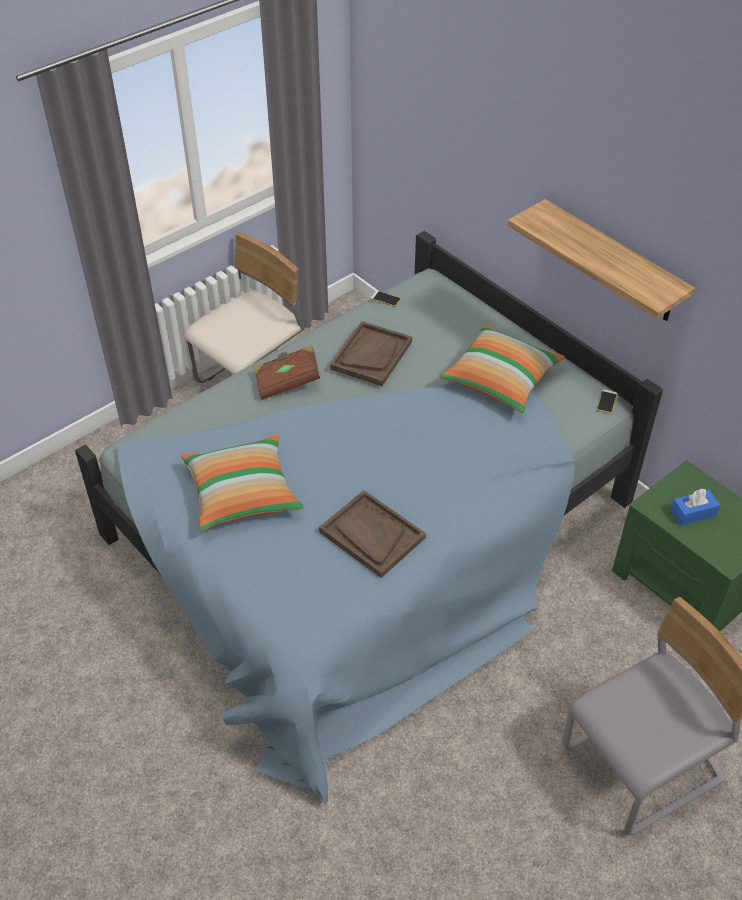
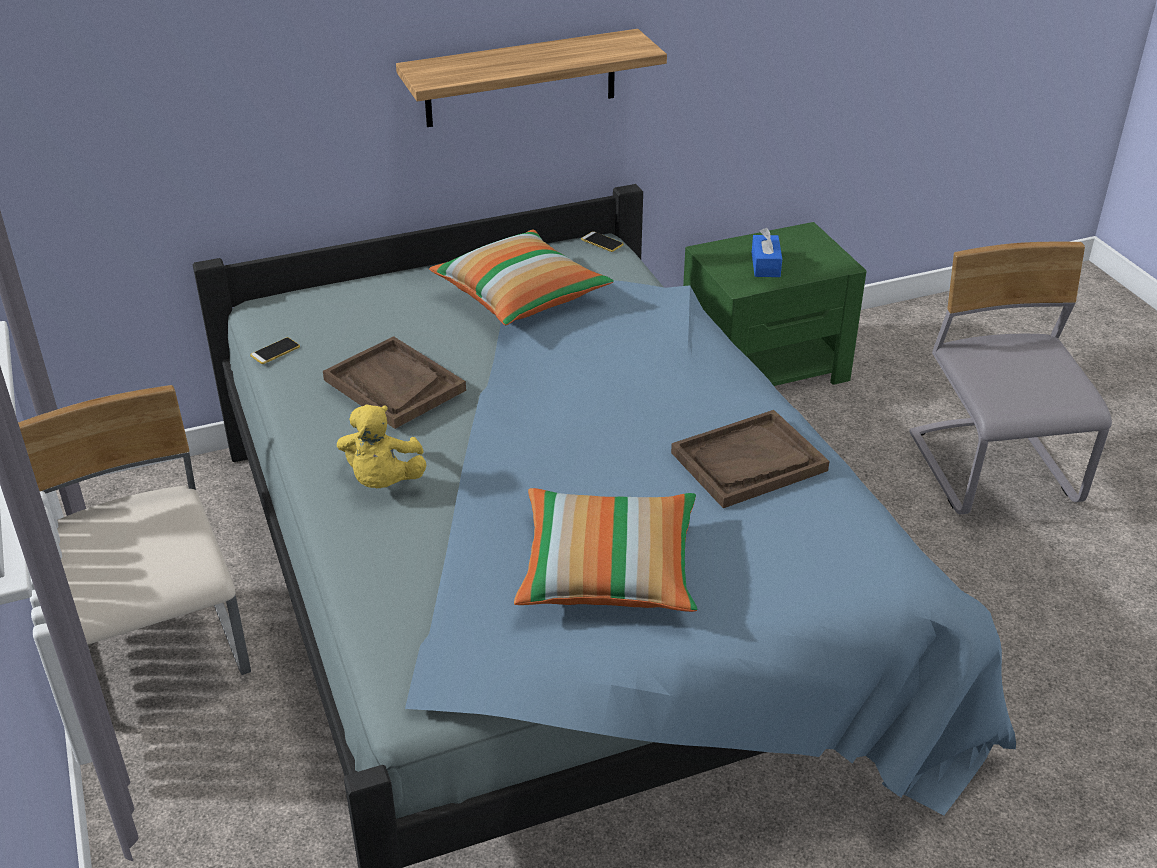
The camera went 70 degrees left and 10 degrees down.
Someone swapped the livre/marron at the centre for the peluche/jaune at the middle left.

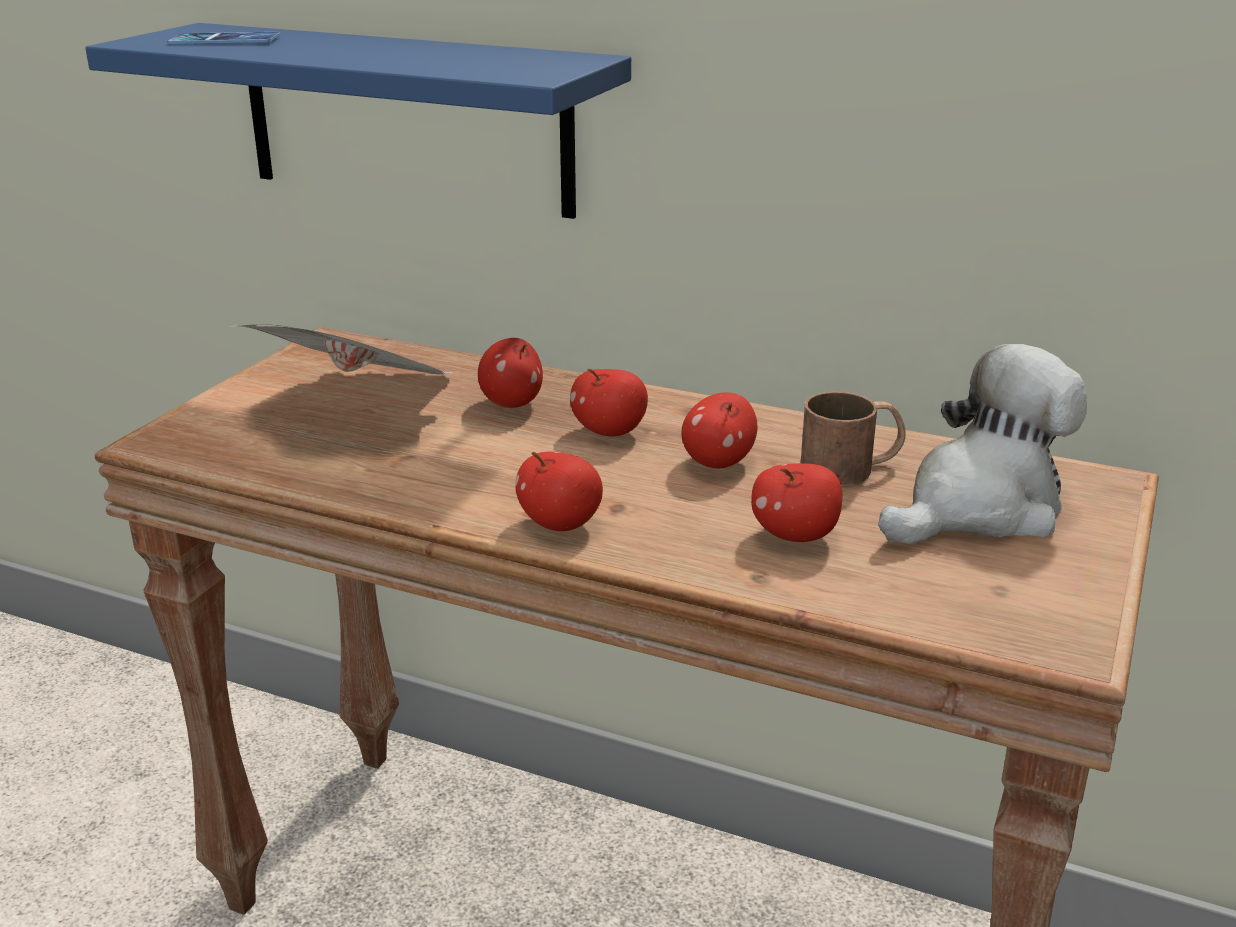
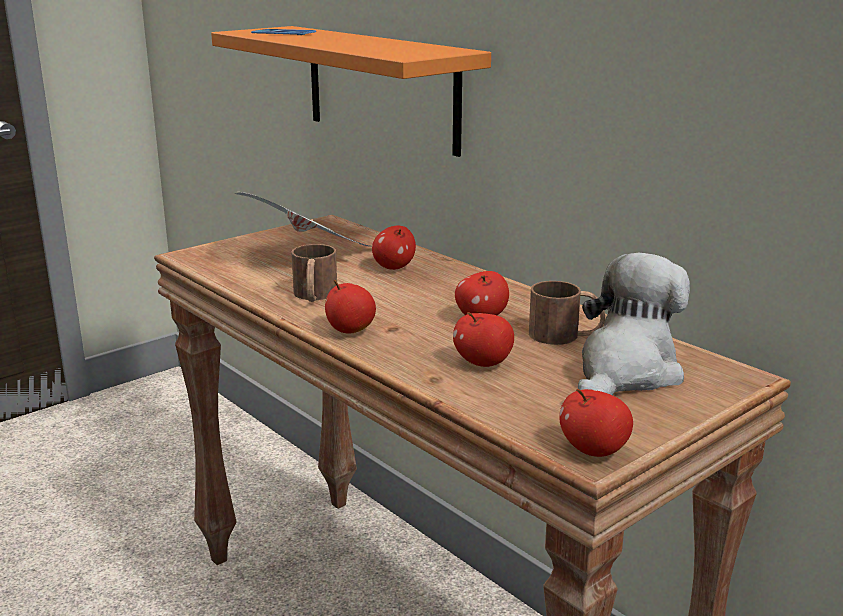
The camera went 25 degrees right and 5 degrees down.
Someone put down the mug/marron (no. 1 from left) at the centre.
Someone carried the pomme (no. 3 from left in the first image) from the centre to the bottom right.
Someone repainted the étagère/bleu at the top left, which became the étagère/orange at the top centre.
Someone rotated the peluche at the middle right by 45 degrees counterclockwise.

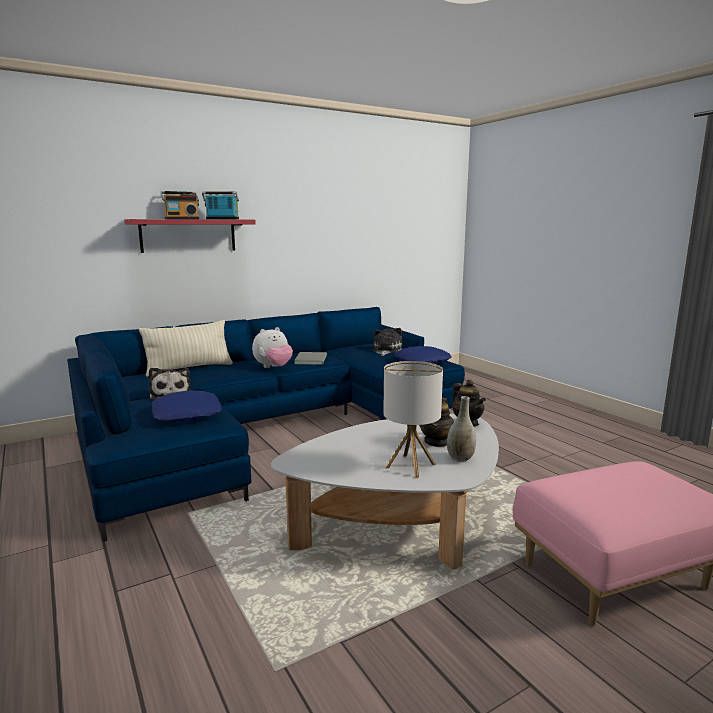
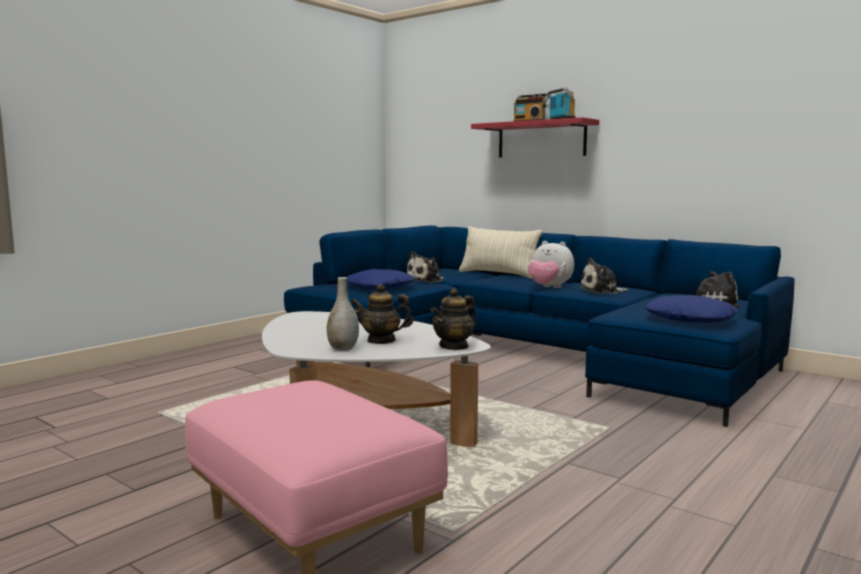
The camera went 70 degrees right and 5 degrees down.
Someone took away the lampe de table at the centre.
Someone swapped the livre/gris at the centre for the peluche (no. 3 from left) at the middle right.

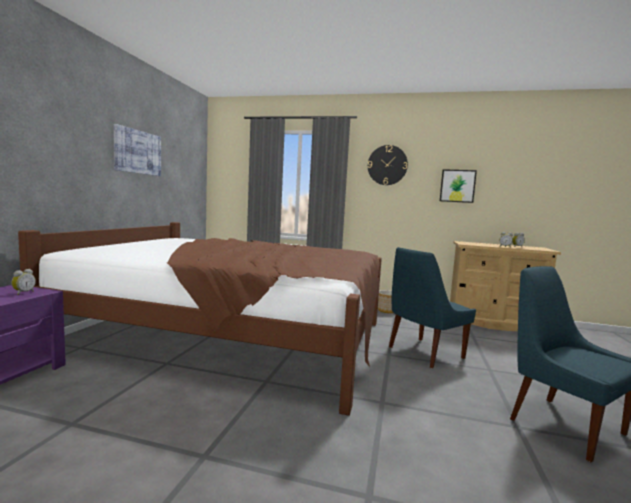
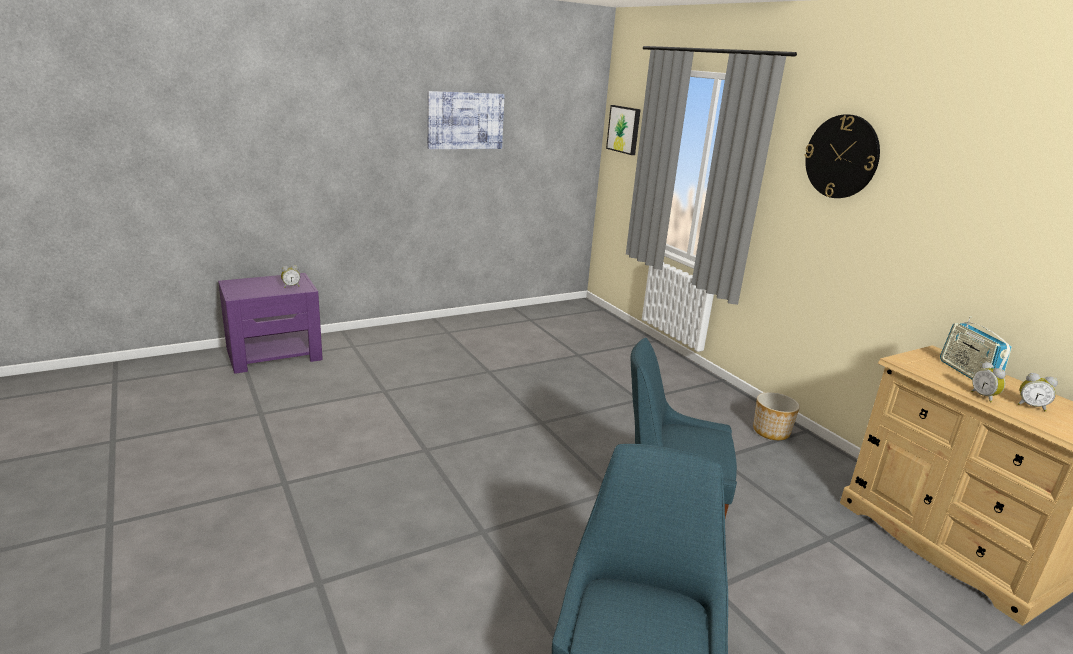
The camera went 45 degrees right and 15 degrees up.
Someone took away the lit/marron at the middle left.
Someone put down the radio at the middle right.
Someone carried the tableau (no. 2 from left) from the middle right to the top centre.

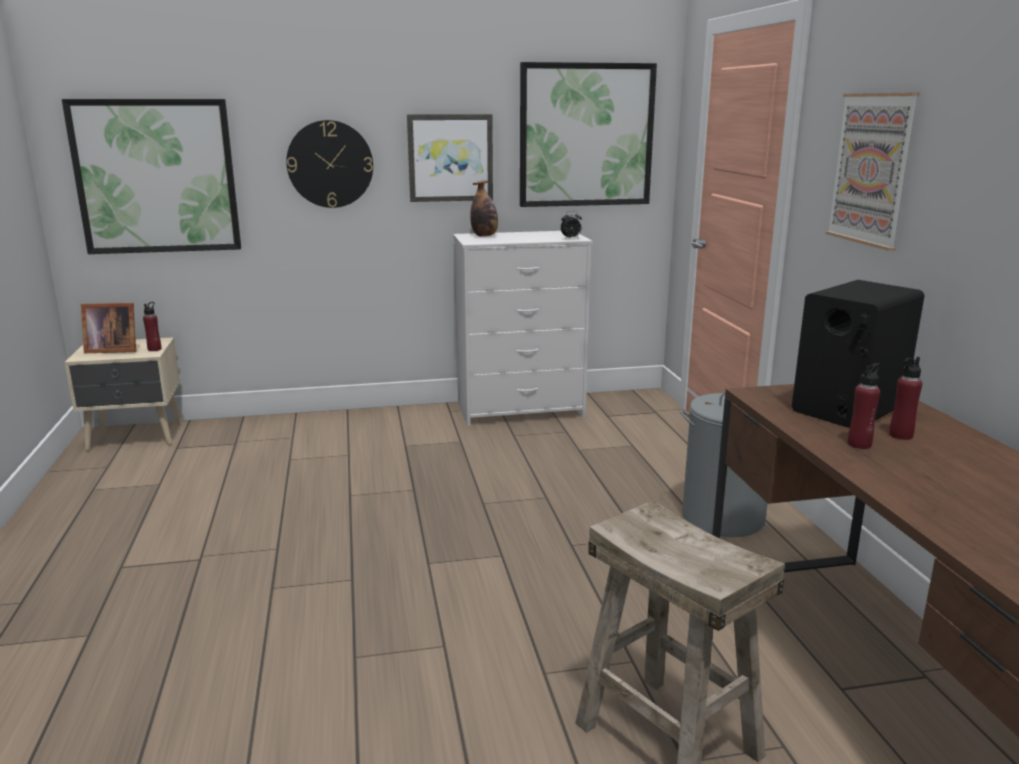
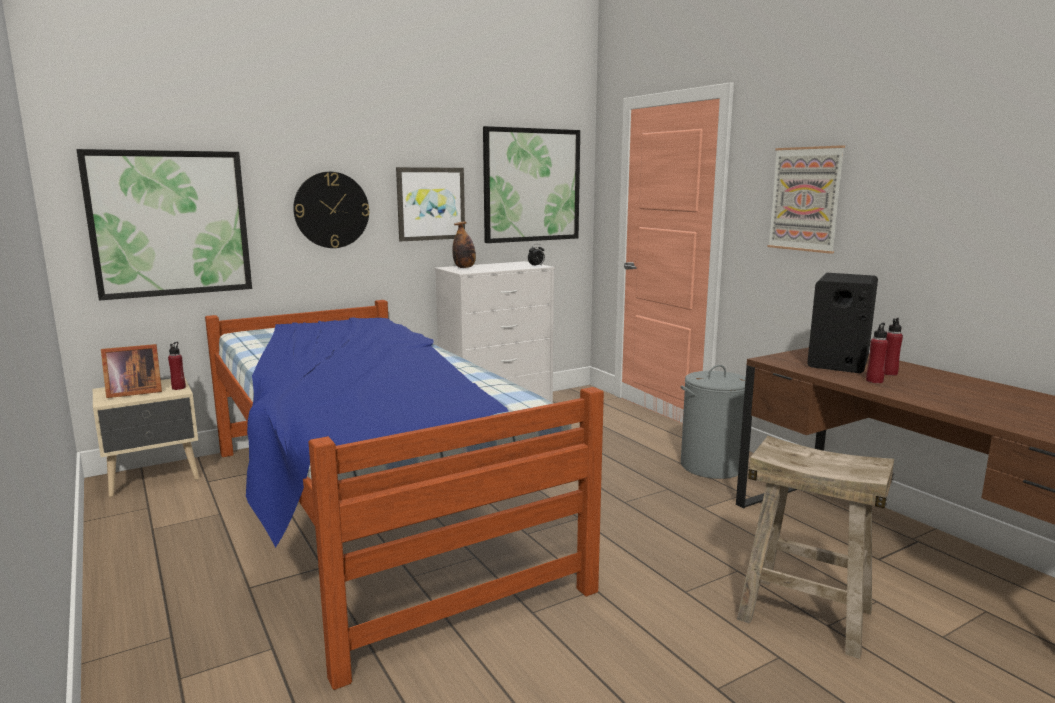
The camera went 20 degrees left and 5 degrees down.
Someone put down the lit at the bottom centre.

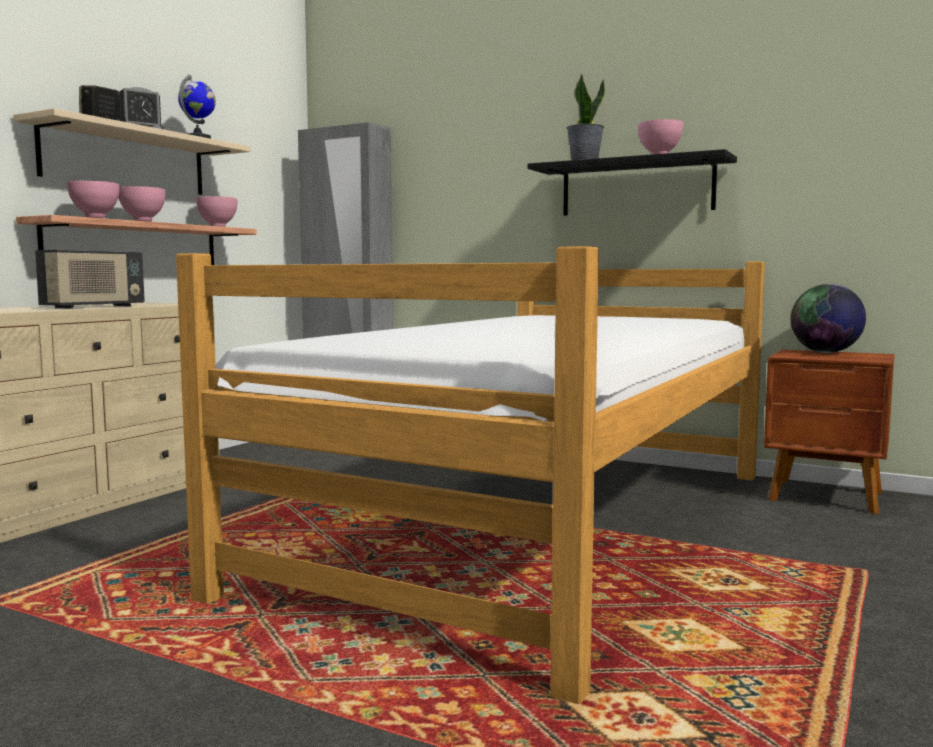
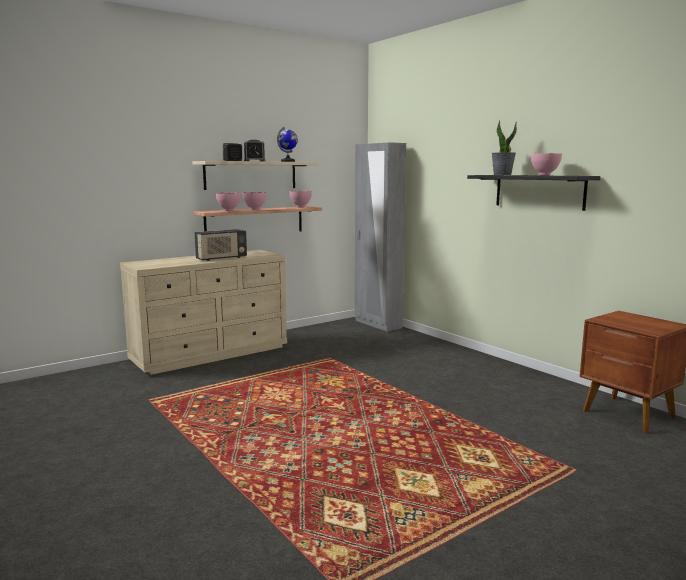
The camera went 25 degrees right and 5 degrees up.
Someone took away the lit at the centre.
Someone took away the globe (no. 2 from left) at the middle right.

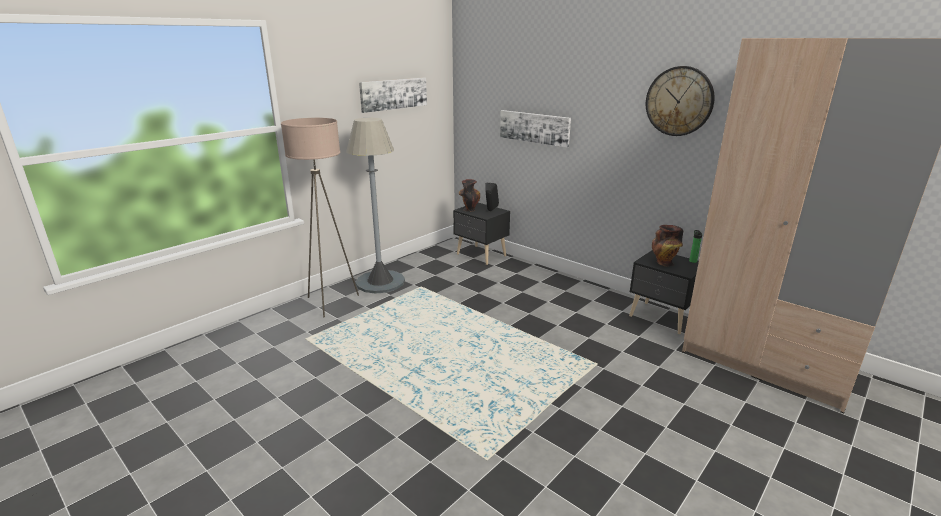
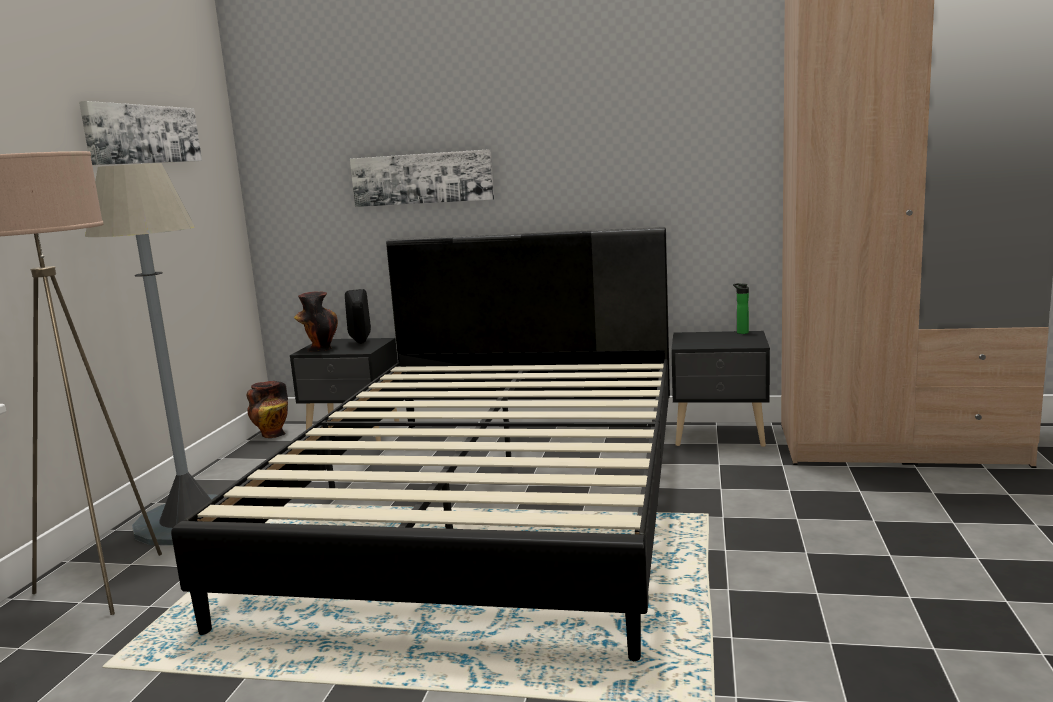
The camera went 30 degrees left and 10 degrees down.
Someone took away the horloge murale at the top right.
Someone put down the lit/noir at the centre.
Someone carried the vase (no. 2 from left in the first image) from the middle right to the middle left.

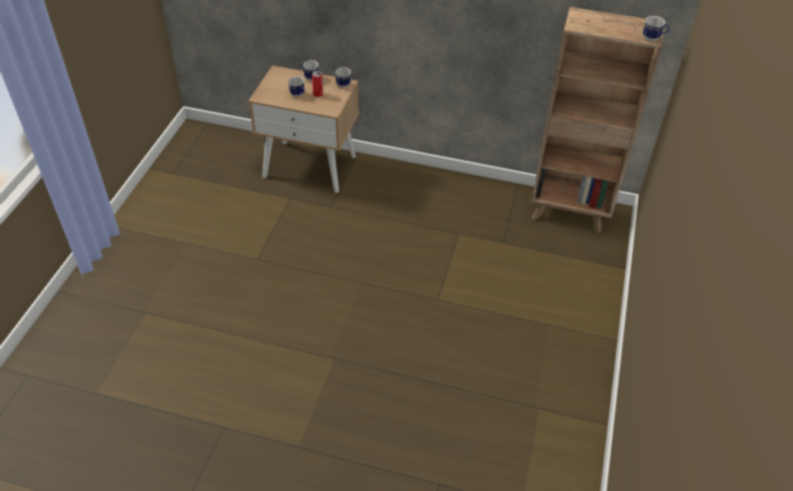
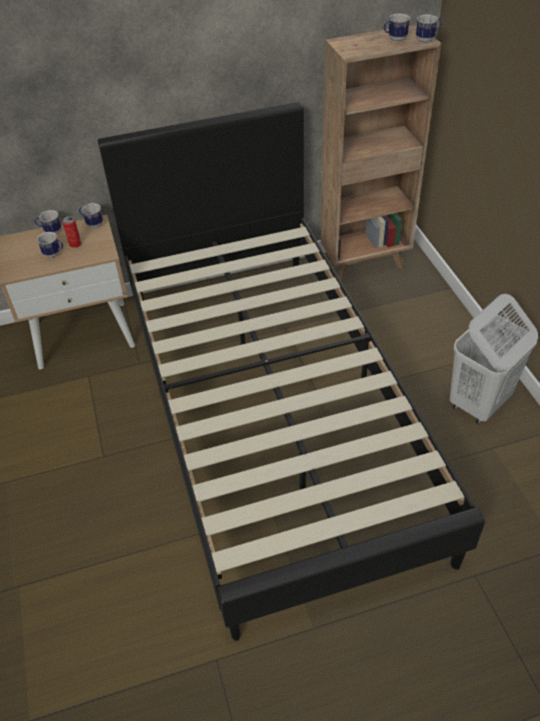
The camera went 30 degrees left and 0 degrees up.
Someone put down the lit/noir at the centre.
Someone put down the mug (no. 4 from left) at the top right.
Someone put down the panier à linge/blanc at the middle right.

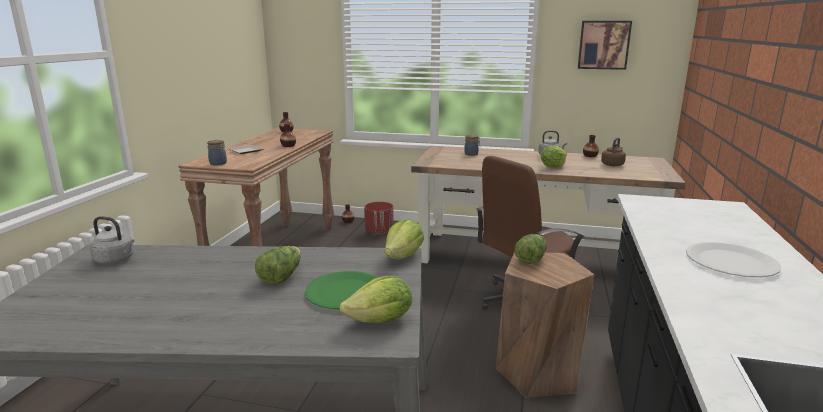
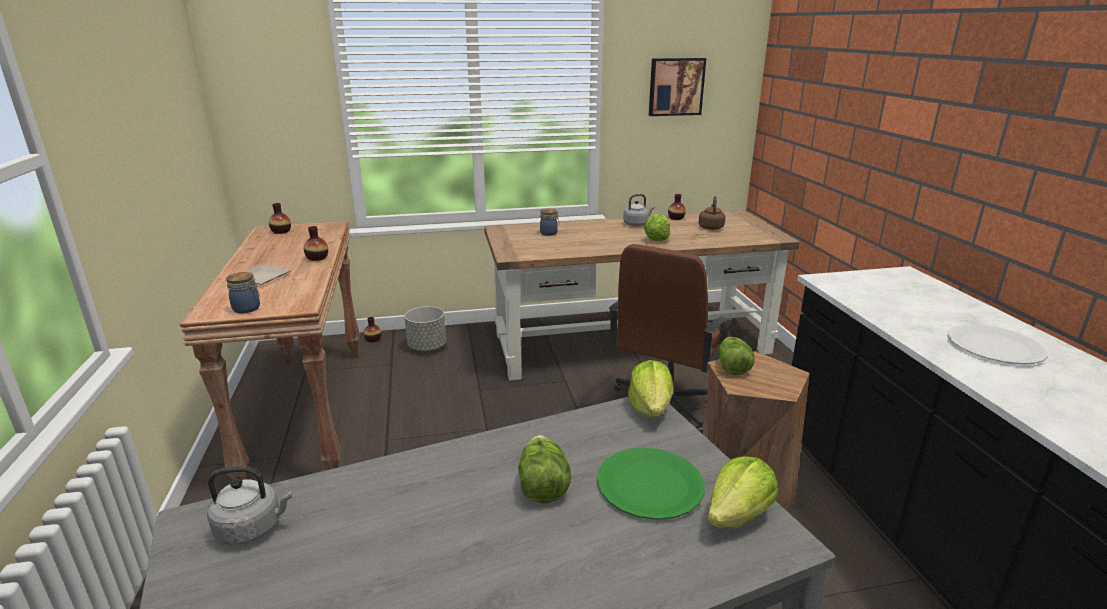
The camera went 25 degrees left and 5 degrees up.
Someone repainted the cache-pot/rouge at the centre, which became the cache-pot/gris at the centre.

